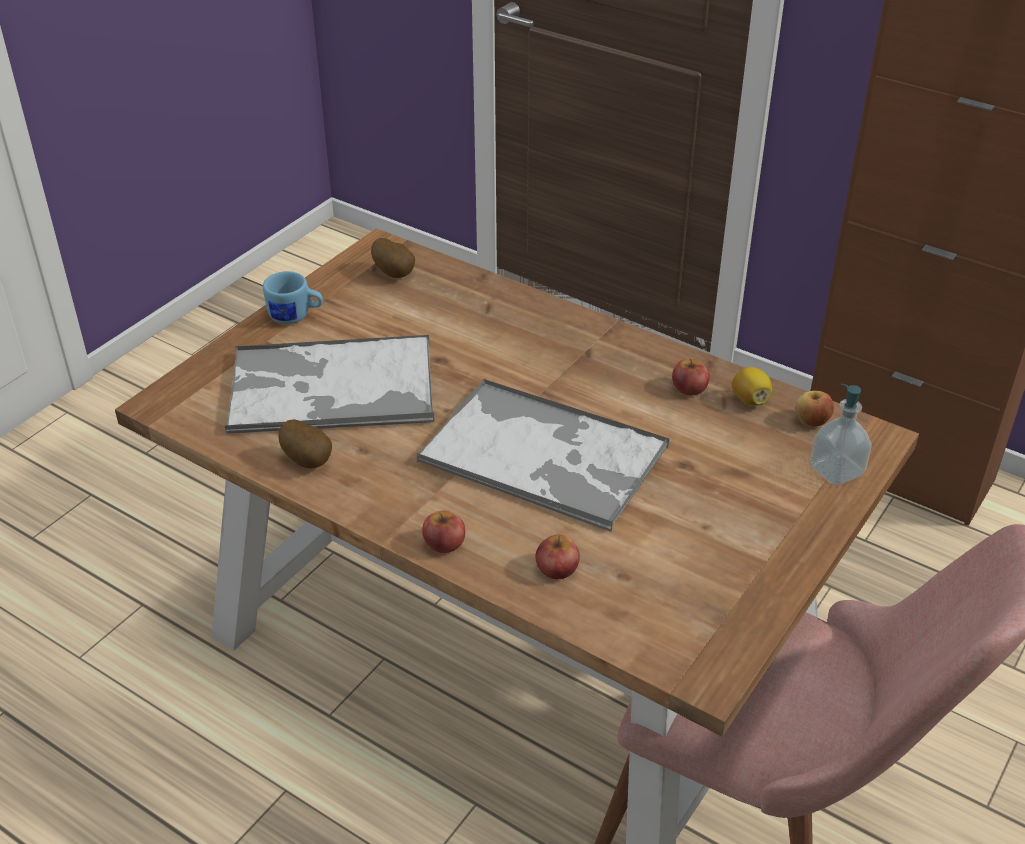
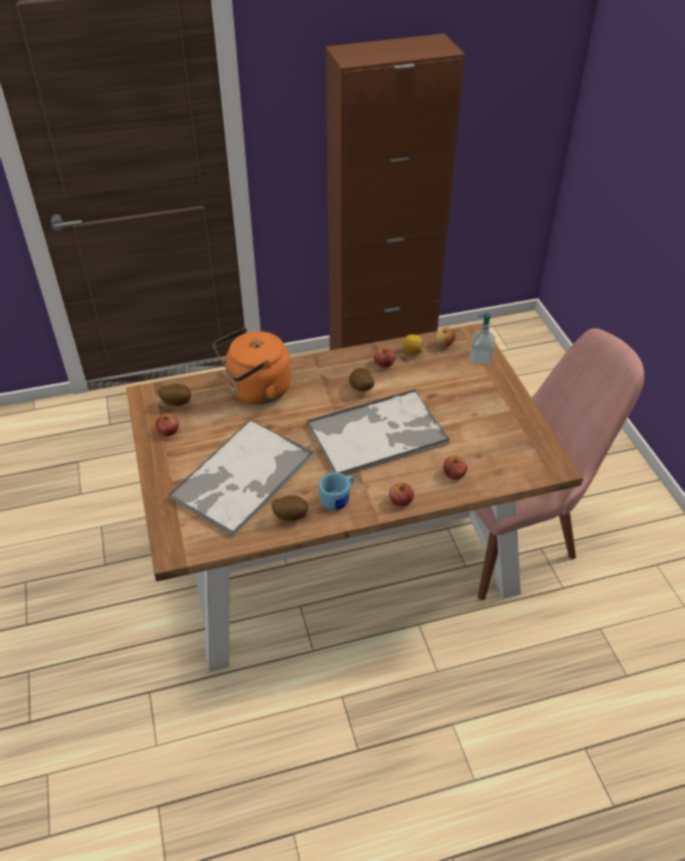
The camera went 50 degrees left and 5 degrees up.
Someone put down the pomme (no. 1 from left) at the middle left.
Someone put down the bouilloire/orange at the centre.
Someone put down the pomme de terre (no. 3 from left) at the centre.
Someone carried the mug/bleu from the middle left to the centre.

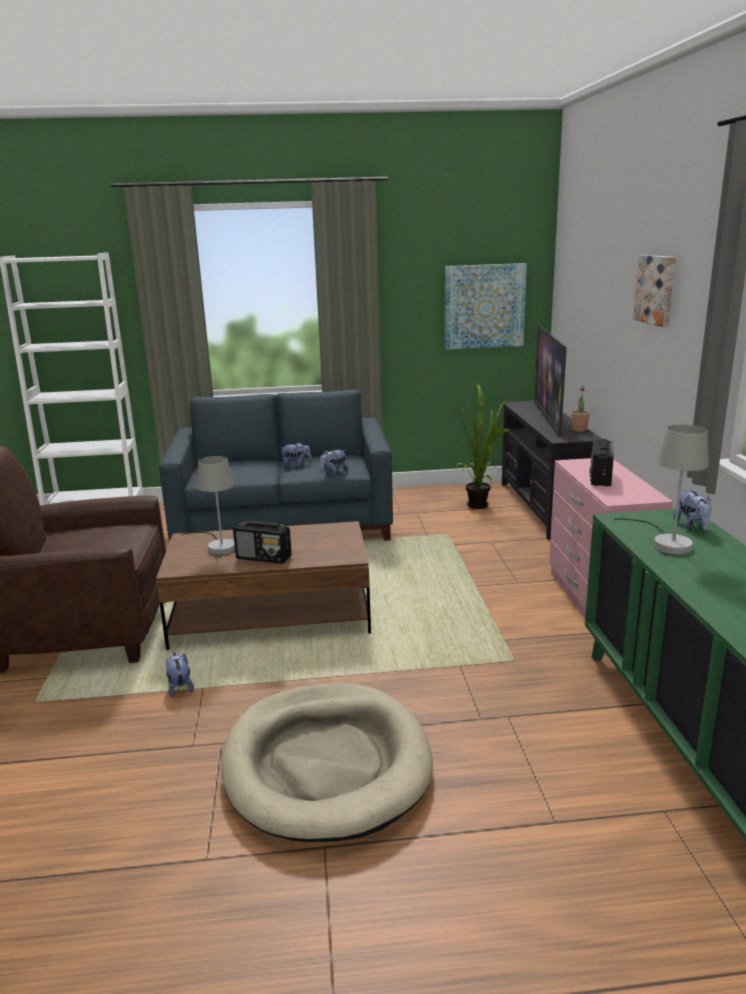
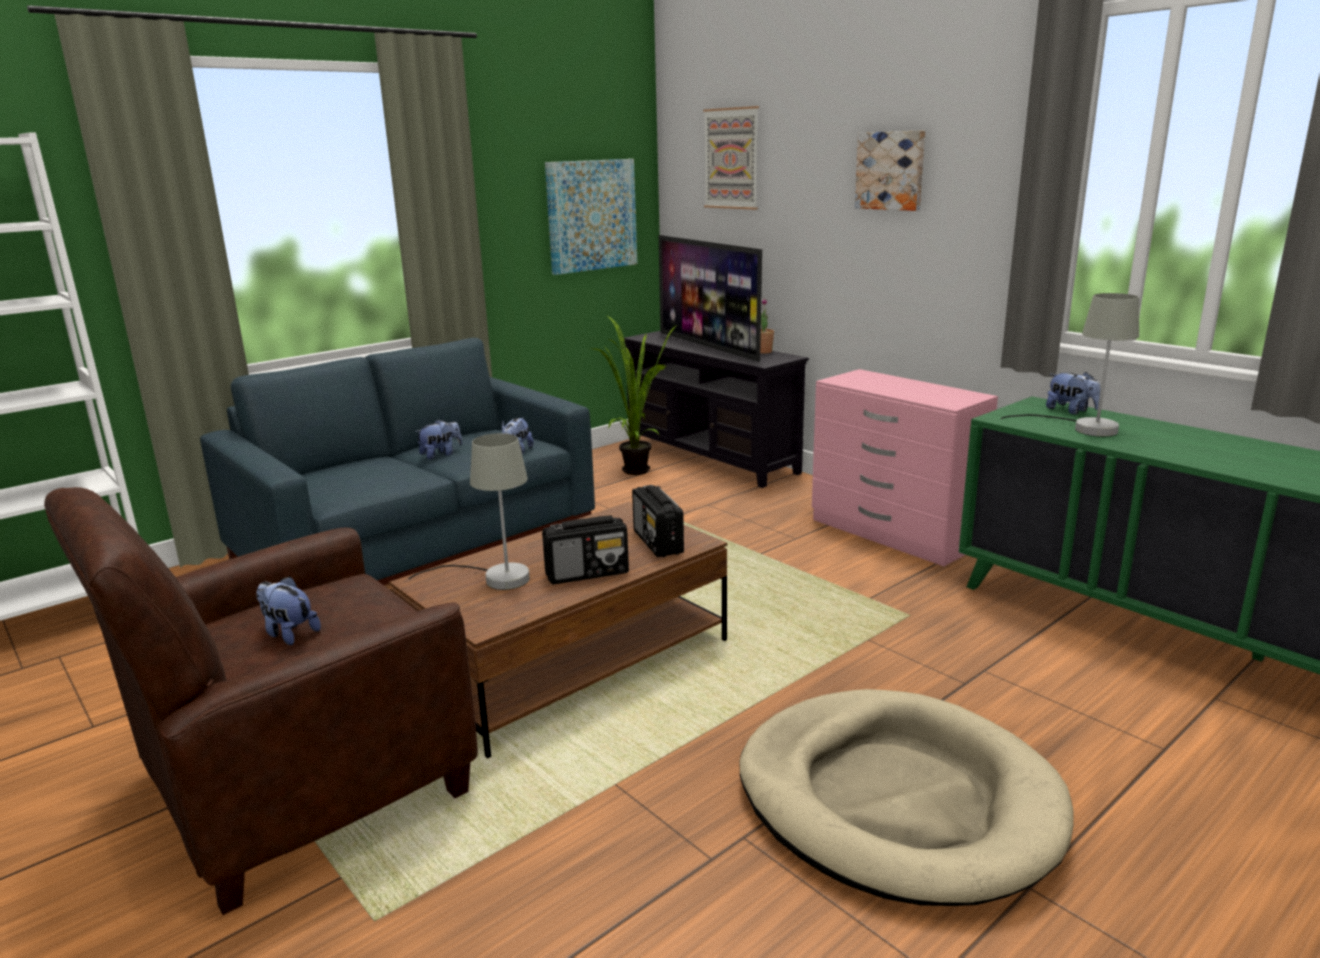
The camera went 35 degrees left and 0 degrees up.
Someone put up the tableau (no. 2 from left) at the top centre.
Someone carried the peluche (no. 1 from left) from the bottom left to the middle left.
Someone carried the radio (no. 2 from left) from the middle right to the centre.

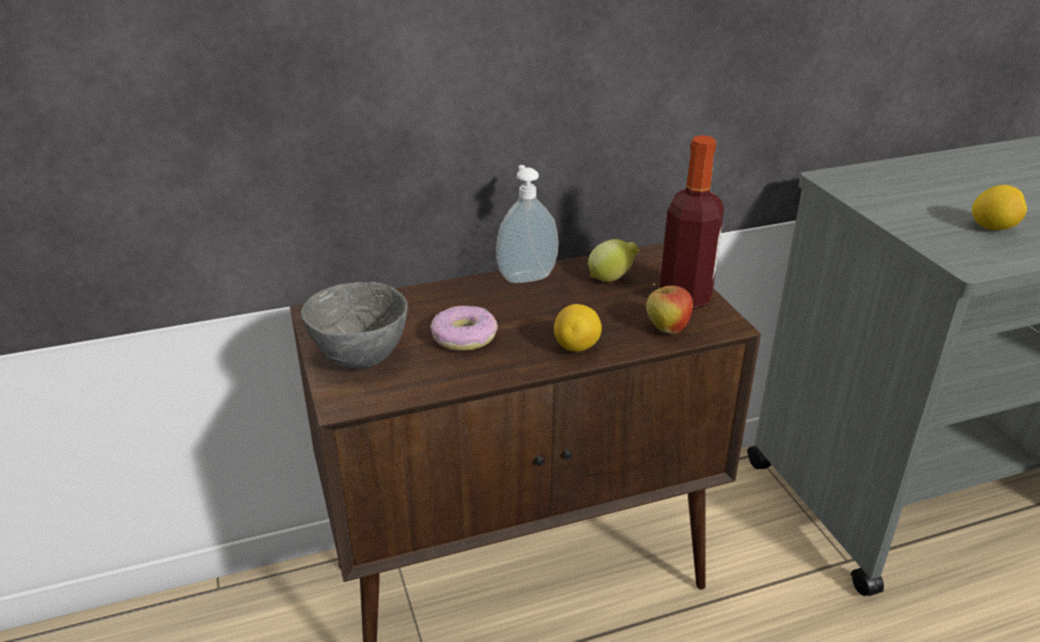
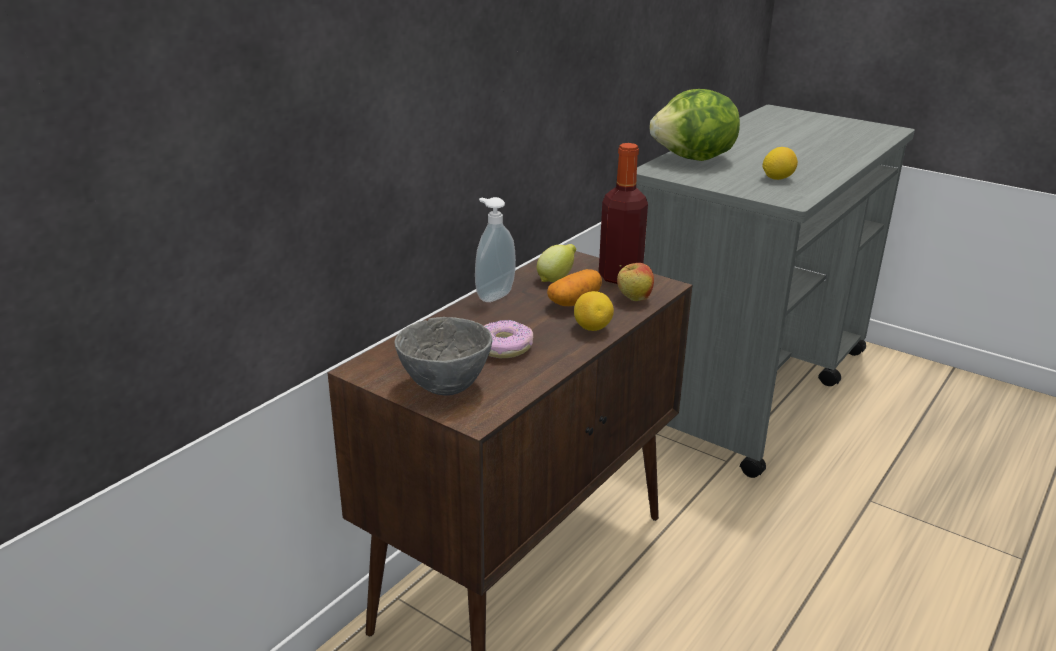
The camera went 35 degrees left and 5 degrees down.
Someone put down the pomme de terre at the centre.
Someone put down the laitue at the top centre.

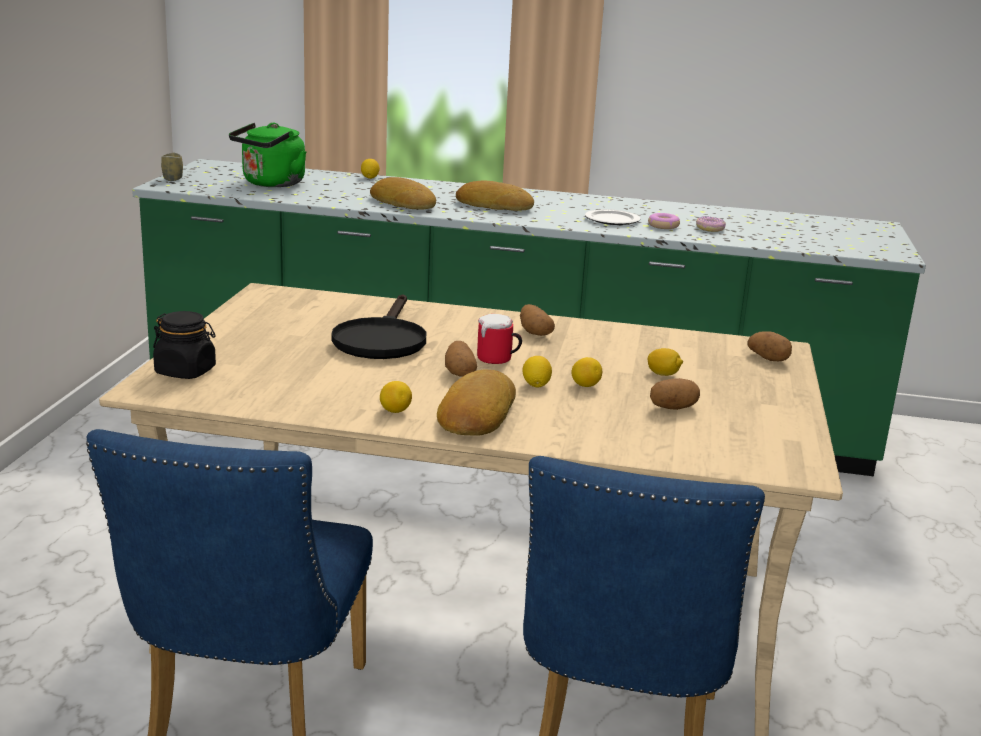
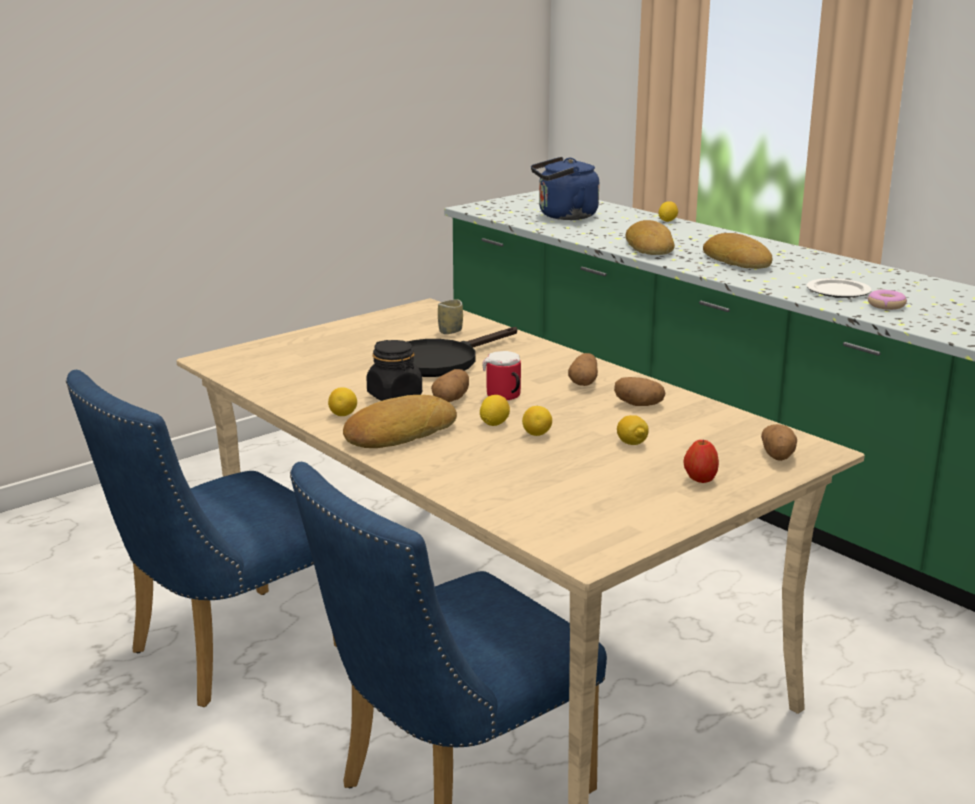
The camera went 40 degrees right and 0 degrees up.
Someone took away the beignet (no. 2 from left) at the top right.
Someone put down the pomme at the middle right.
Someone carried the bocal/noir from the middle left to the centre.
Someone carried the tasse from the top left to the centre.
Someone carried the pomme de terre (no. 3 from left) from the middle right to the centre.
Someone repainted the bouilloire/vert at the top left, which became the bouilloire/bleu at the top centre.

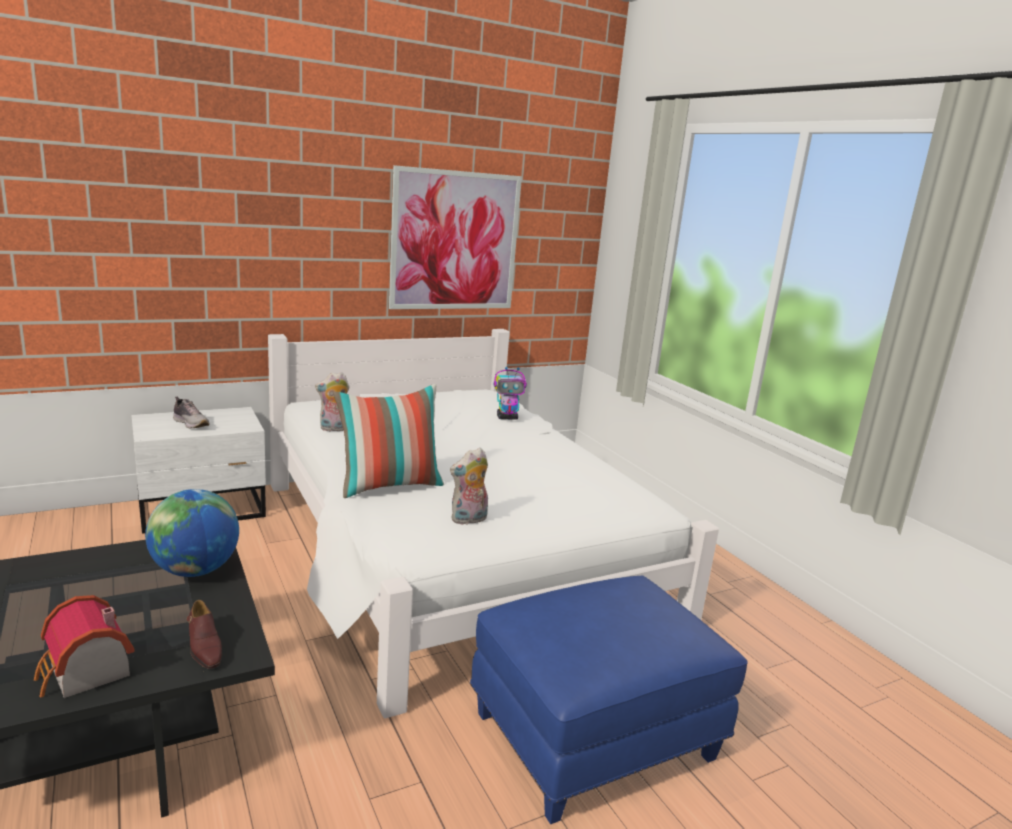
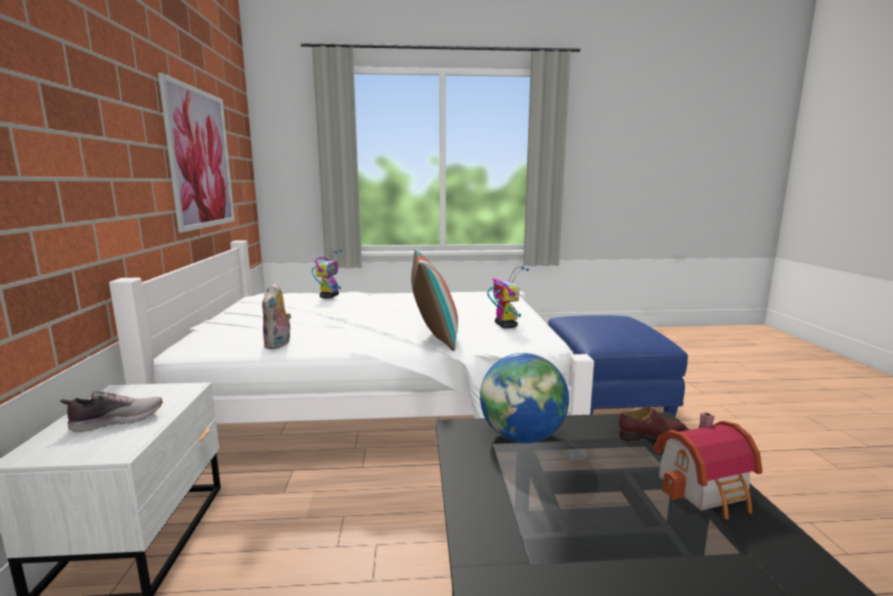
The camera went 65 degrees left and 5 degrees down.
Someone swapped the peluche (no. 2 from left) at the centre for the robot jouet (no. 2 from left) at the centre.

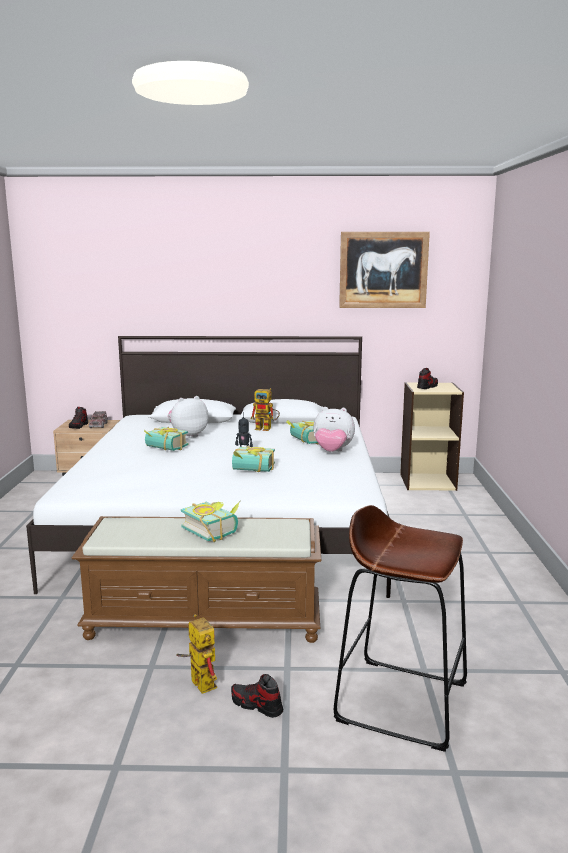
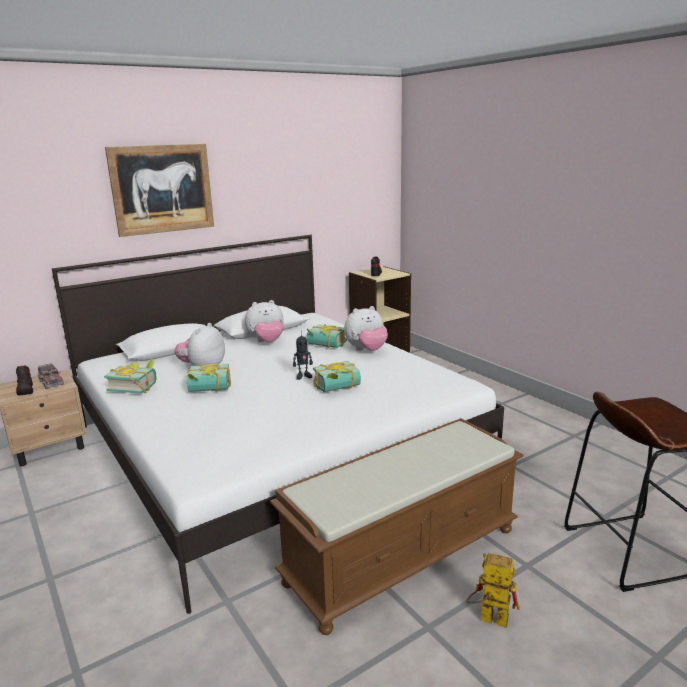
The camera went 35 degrees left and 5 degrees up.
Someone took away the chaussure (no. 2 from left) at the bottom centre.
Someone carried the livre (no. 2 from left in the first image) from the centre to the middle left.
Someone carried the tableau from the top right to the top left.
Someone swapped the robot jouet (no. 3 from left) at the centre for the peluche (no. 2 from left) at the centre.

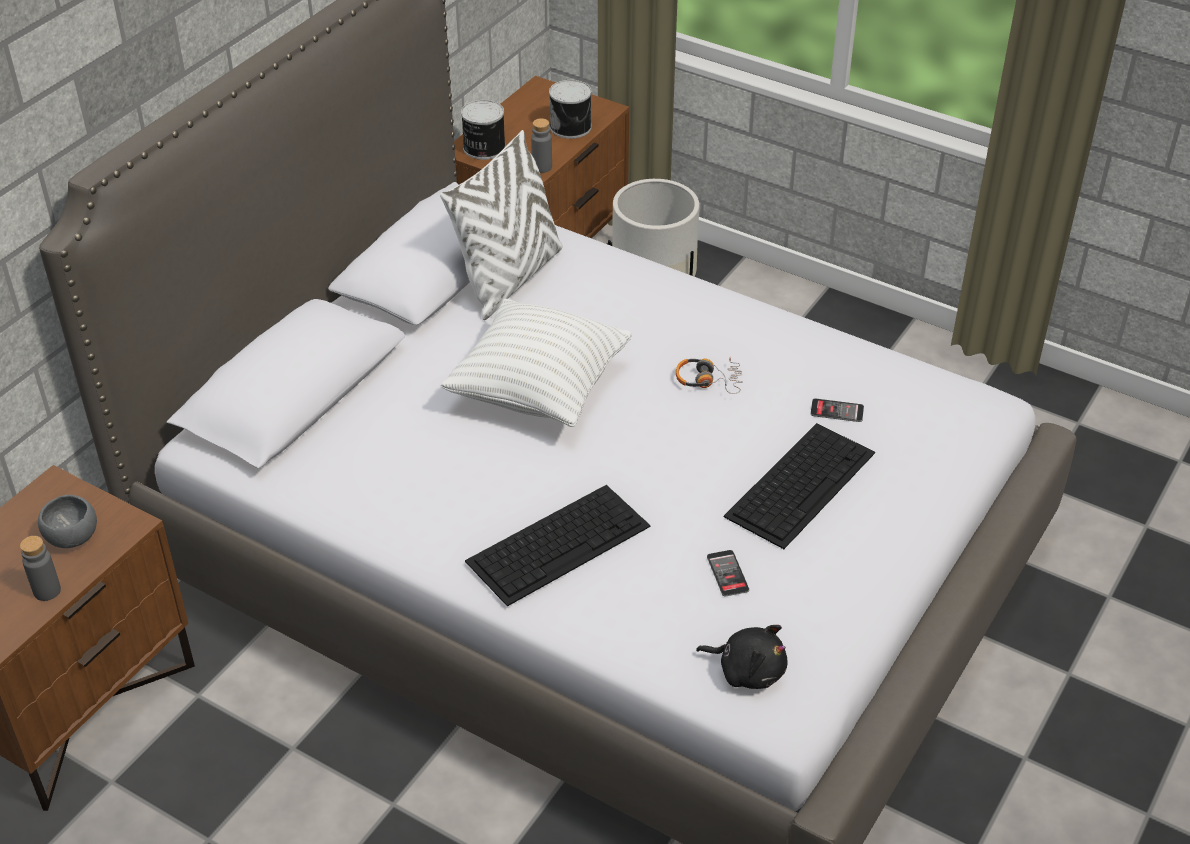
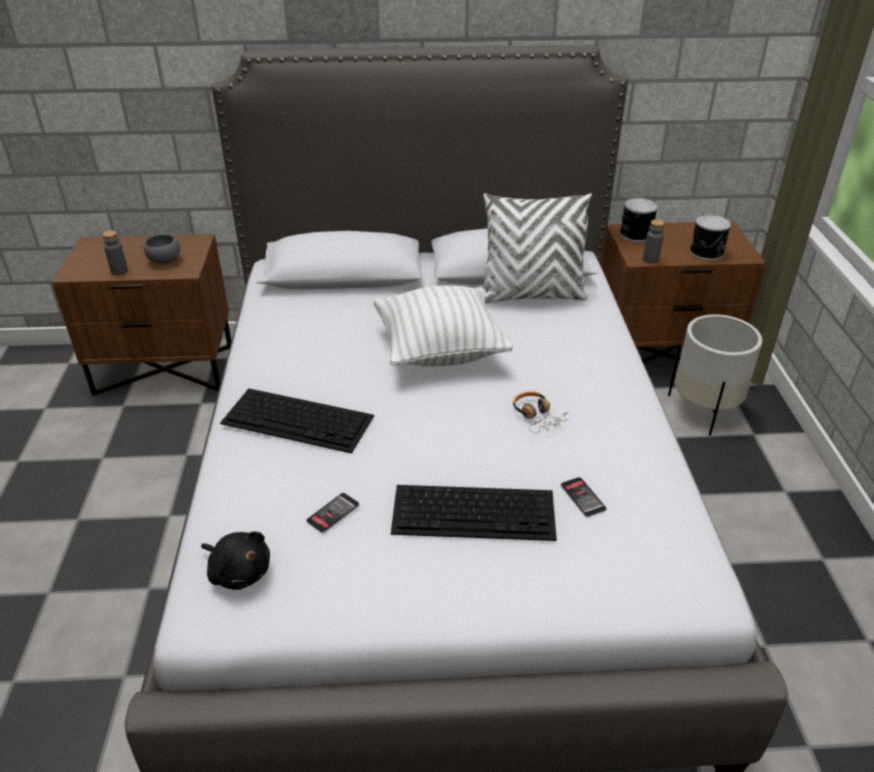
The camera went 55 degrees right and 5 degrees down.
Someone rotated the peluche/noir at the bottom centre by 45 degrees counterclockwise.

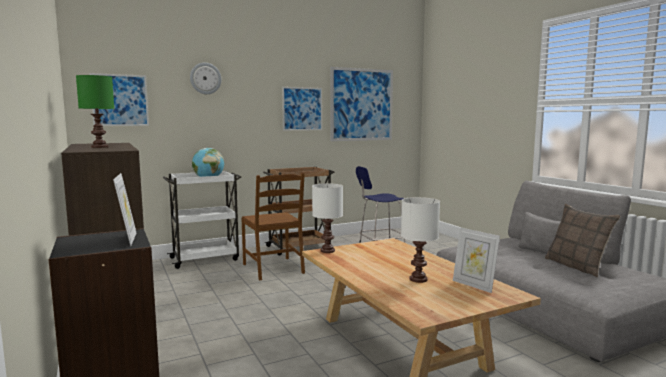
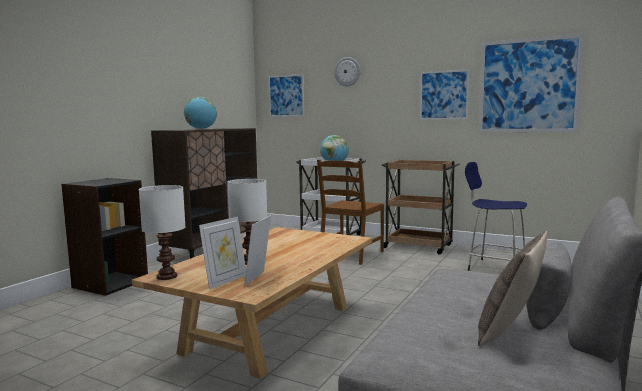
The camera went 55 degrees right and 0 degrees up.
Someone carried the cadre photo (no. 1 from left) from the middle left to the centre.
Someone carried the lampe de table/blanc (no. 1 from left) from the centre to the middle left.
Someone swapped the lampe de table/vert at the top left for the globe (no. 1 from left) at the top left.

